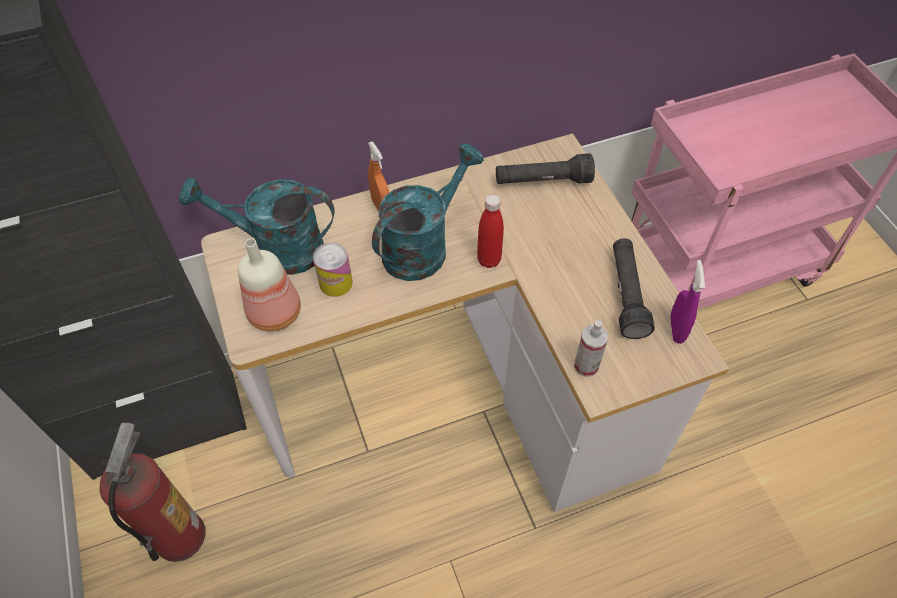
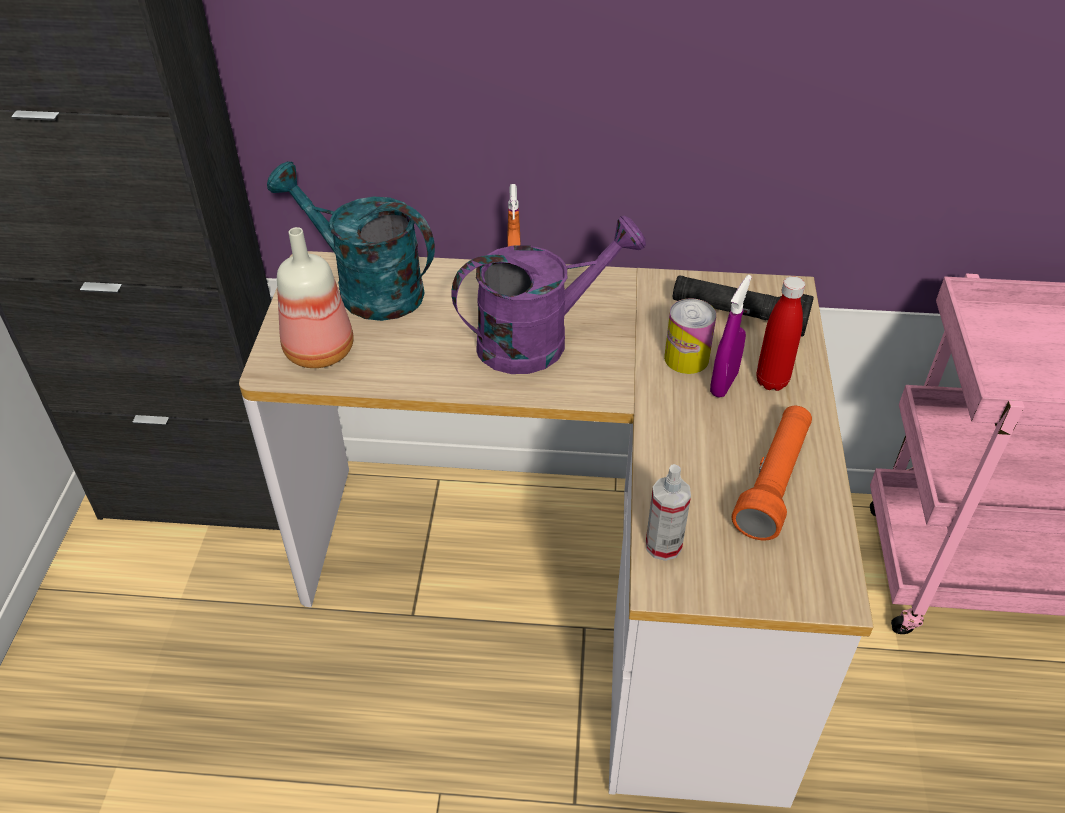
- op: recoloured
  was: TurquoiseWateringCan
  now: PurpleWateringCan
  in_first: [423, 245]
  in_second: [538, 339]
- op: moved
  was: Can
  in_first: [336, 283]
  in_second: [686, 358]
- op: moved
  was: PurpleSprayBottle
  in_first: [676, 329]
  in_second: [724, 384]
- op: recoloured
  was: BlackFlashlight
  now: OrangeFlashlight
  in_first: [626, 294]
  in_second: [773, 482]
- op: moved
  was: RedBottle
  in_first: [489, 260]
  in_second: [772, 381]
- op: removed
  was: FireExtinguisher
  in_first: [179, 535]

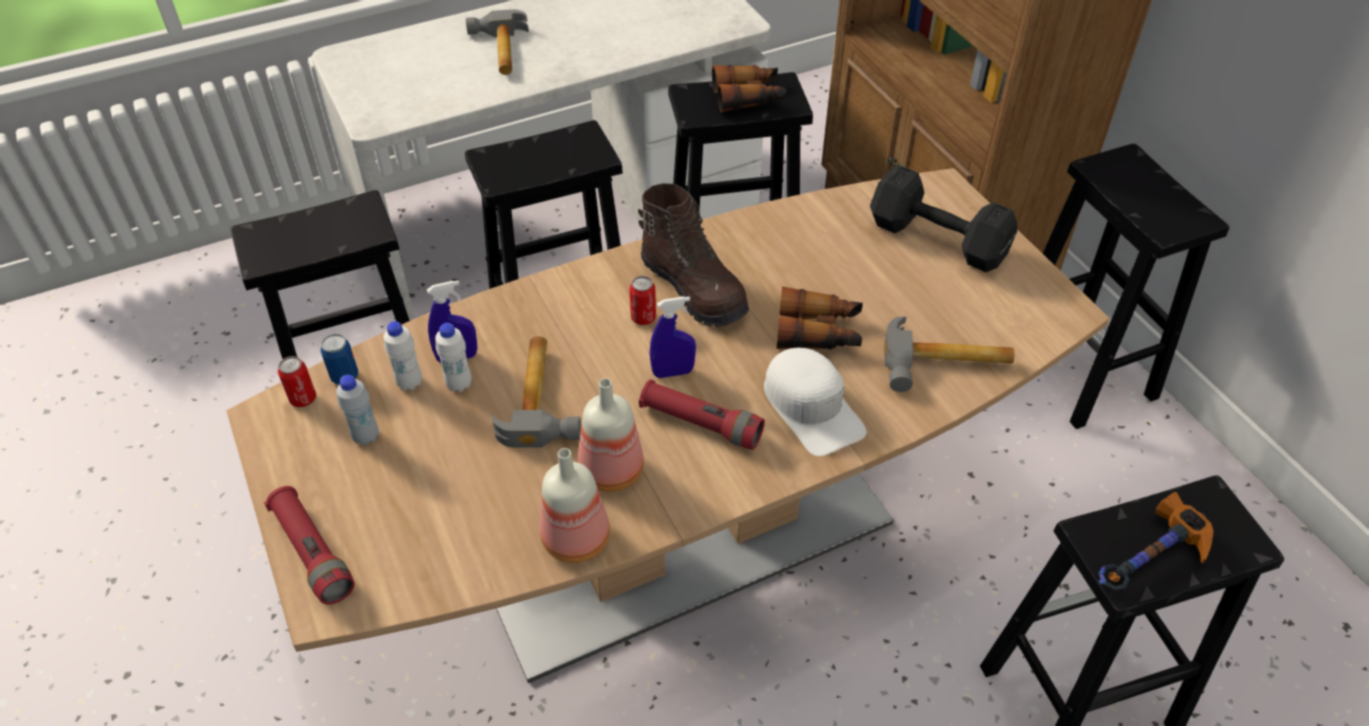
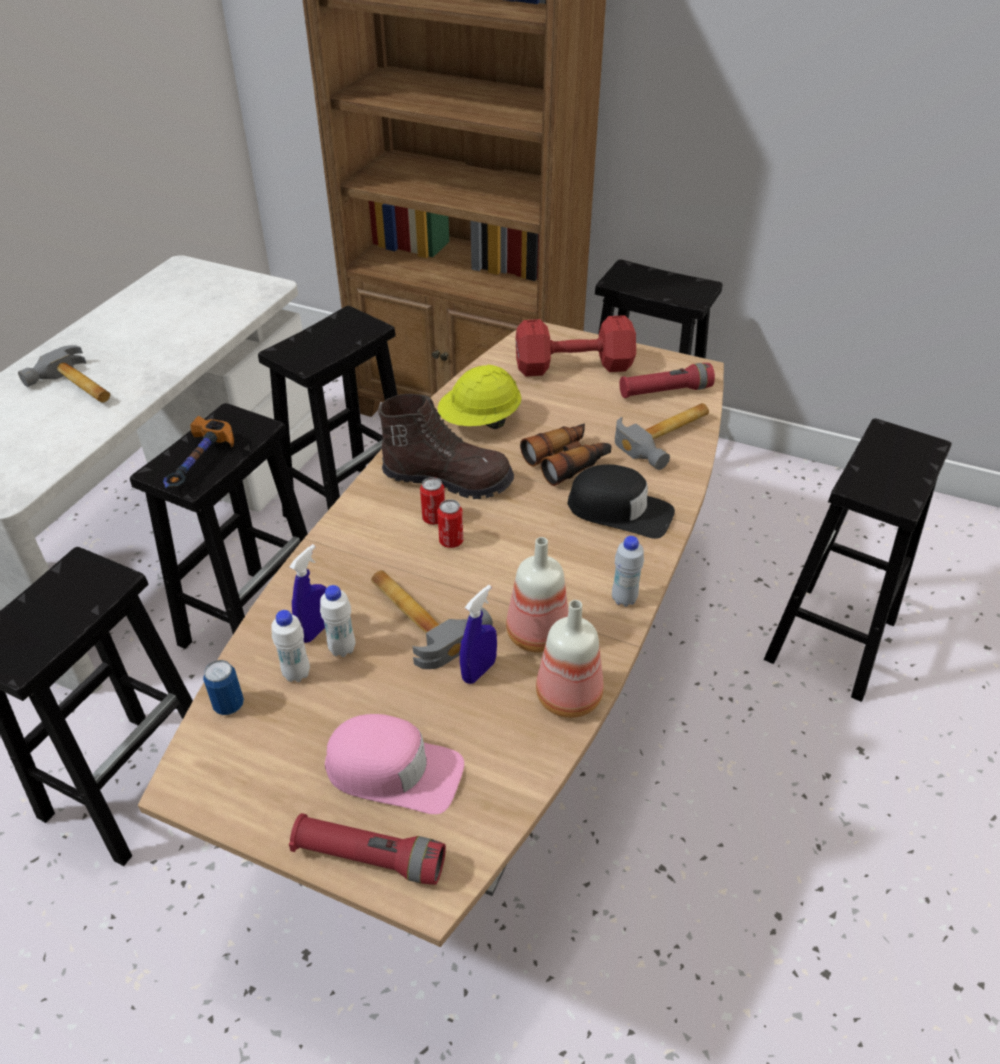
- op: moved
  was: Hammer
  in_first: [1148, 562]
  in_second: [200, 465]
- op: added
  now: PinkCap
  in_second: [394, 770]
- op: added
  now: YellowHardHat
  in_second: [480, 422]
- op: moved
  was: Can
  in_first: [303, 399]
  in_second: [451, 541]
- op: moved
  was: BlueSprayBottle
  in_first: [673, 372]
  in_second: [479, 671]
- op: recoloured
  was: BlackDumbbell
  now: RedDumbbell
  in_first: [935, 238]
  in_second: [571, 366]
- op: recoloured
  was: WhiteCap
  now: BlackCap
  in_first: [811, 408]
  in_second: [620, 510]
- op: moved
  was: WhiteBottle
  in_first: [366, 437]
  in_second: [624, 599]
- op: moved
  was: RedFlashlight
  in_first: [701, 424]
  in_second: [665, 392]
- op: removed
  was: Binoculars
  in_first: [748, 97]

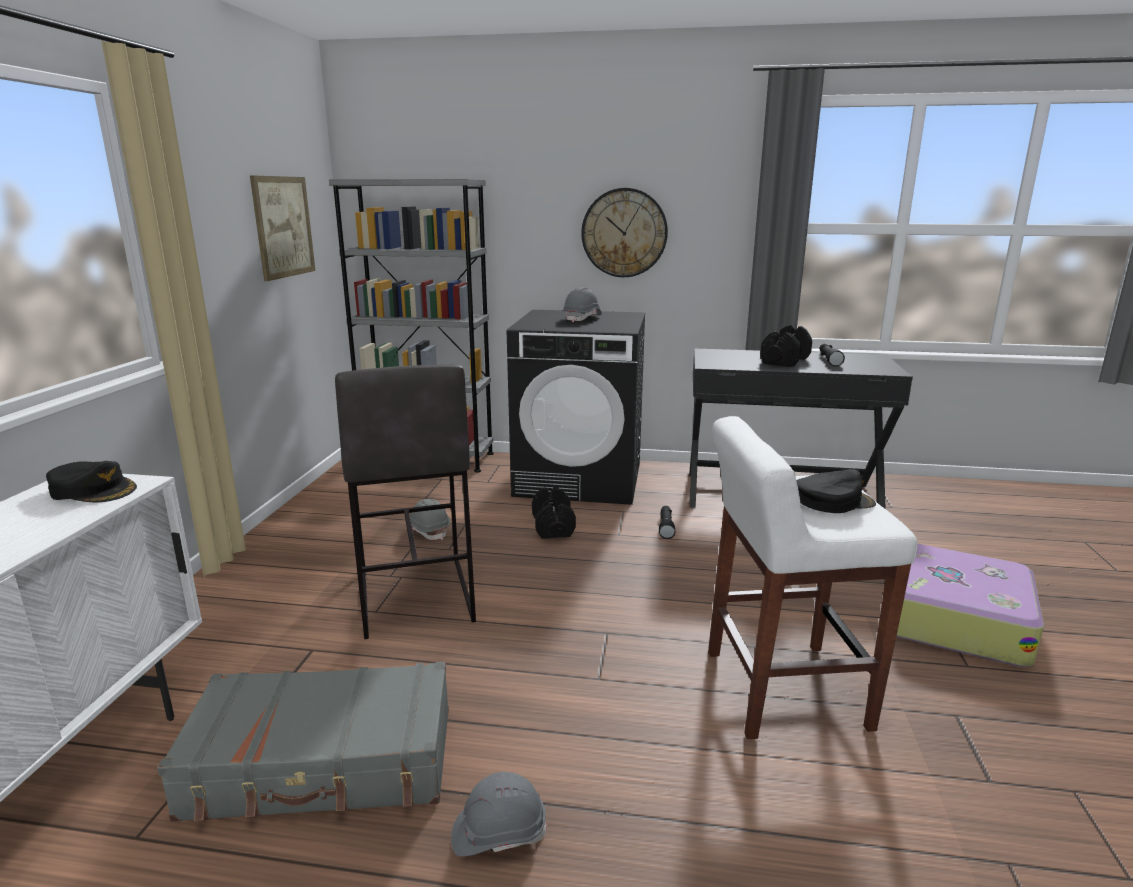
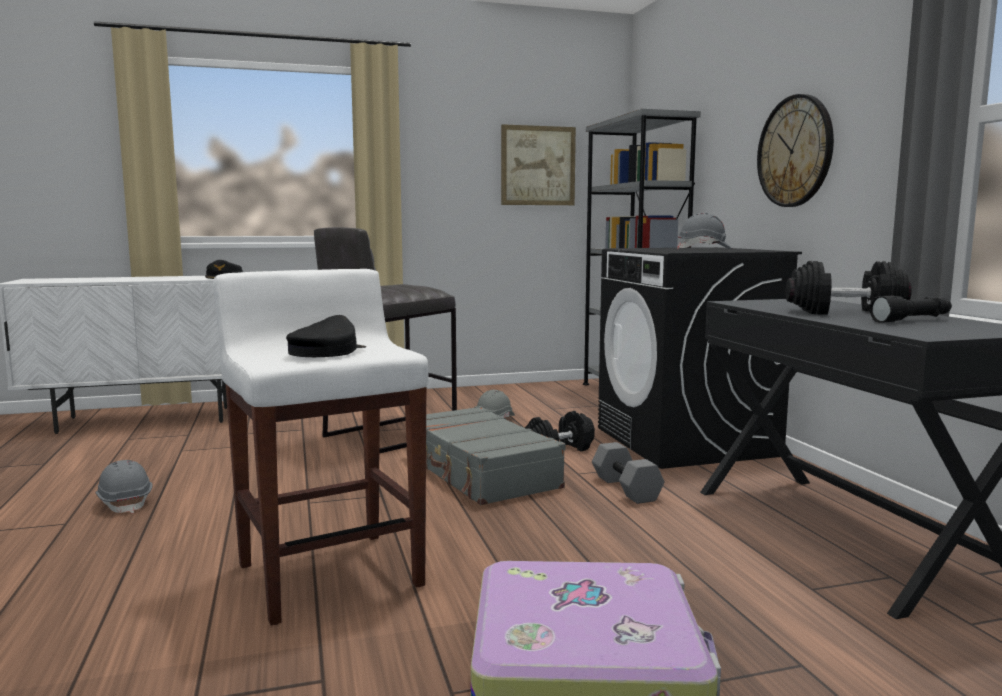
- op: turned
  was: BlackCap
  in_first: [833, 501]
  in_second: [326, 352]
  clockwise: -120
- op: moved
  was: GreySuitcase
  in_first: [323, 763]
  in_second: [479, 472]
- op: replaced
  was: BlackFlashlight
  now: GreyDumbbell
  in_first: [666, 527]
  in_second: [627, 488]

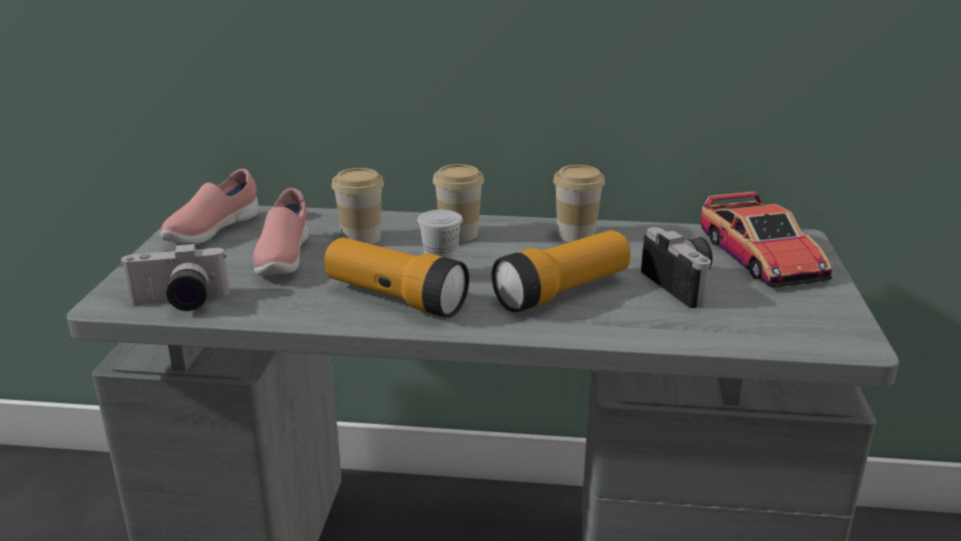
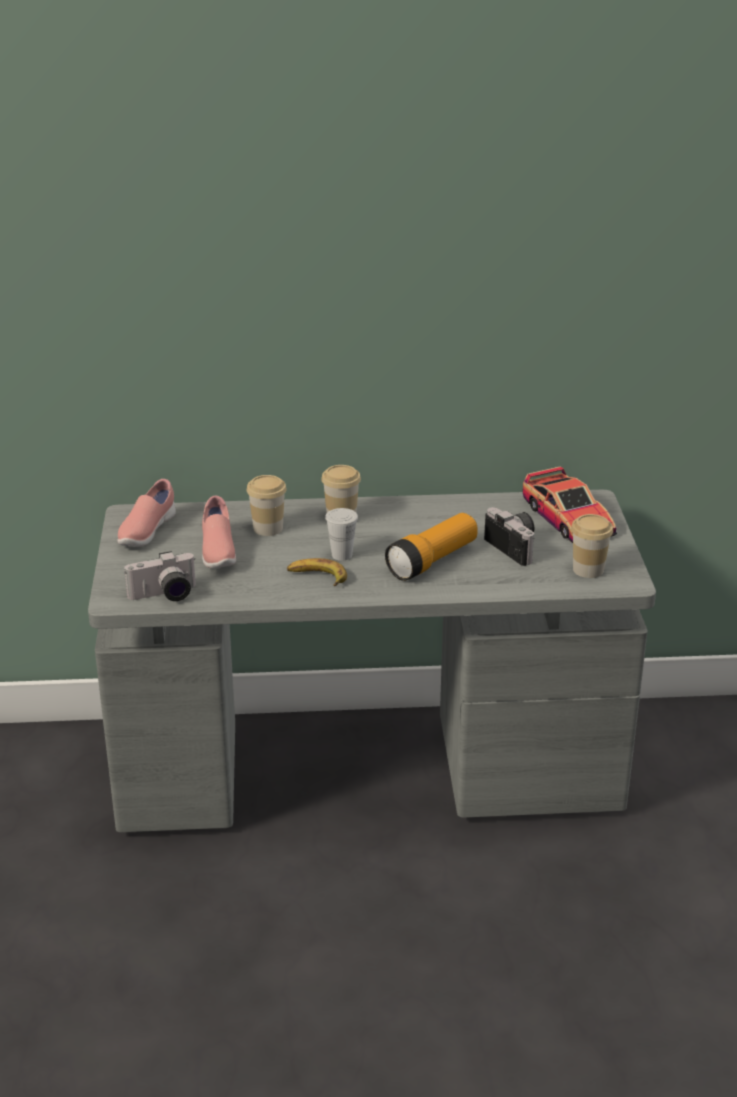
- op: replaced
  was: Flashlight
  now: Banana
  in_first: [395, 298]
  in_second: [317, 577]
- op: moved
  was: Cup
  in_first: [576, 235]
  in_second: [588, 569]

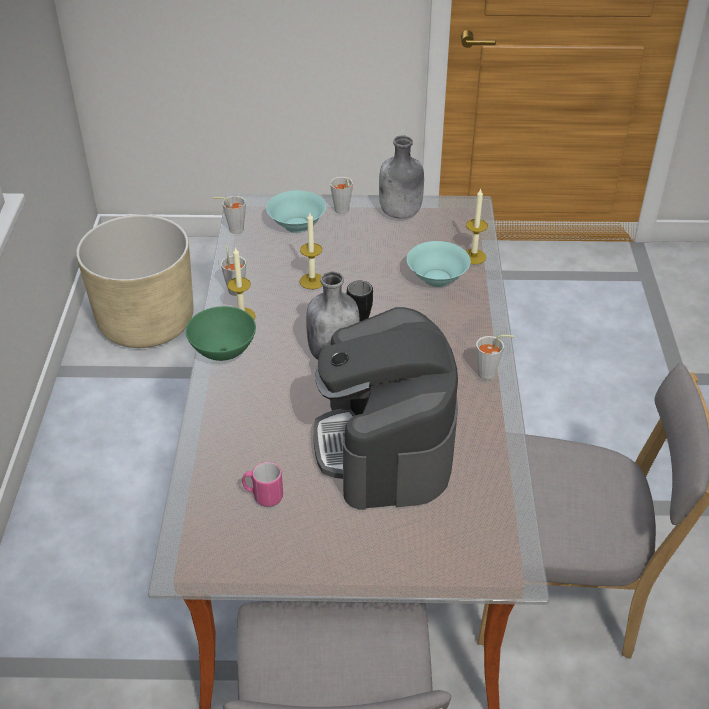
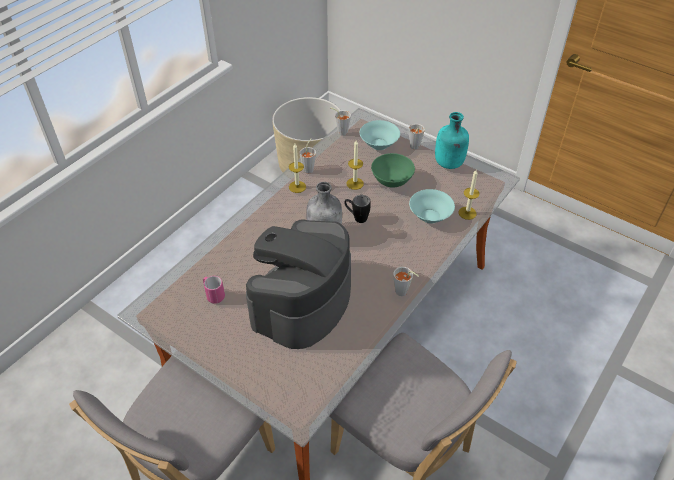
- op: moved
  was: GreenBowl
  in_first: [223, 353]
  in_second: [391, 182]
- op: recoloured
  was: GreyBottle
  now: TurquoiseBottle
  in_first: [400, 213]
  in_second: [448, 164]

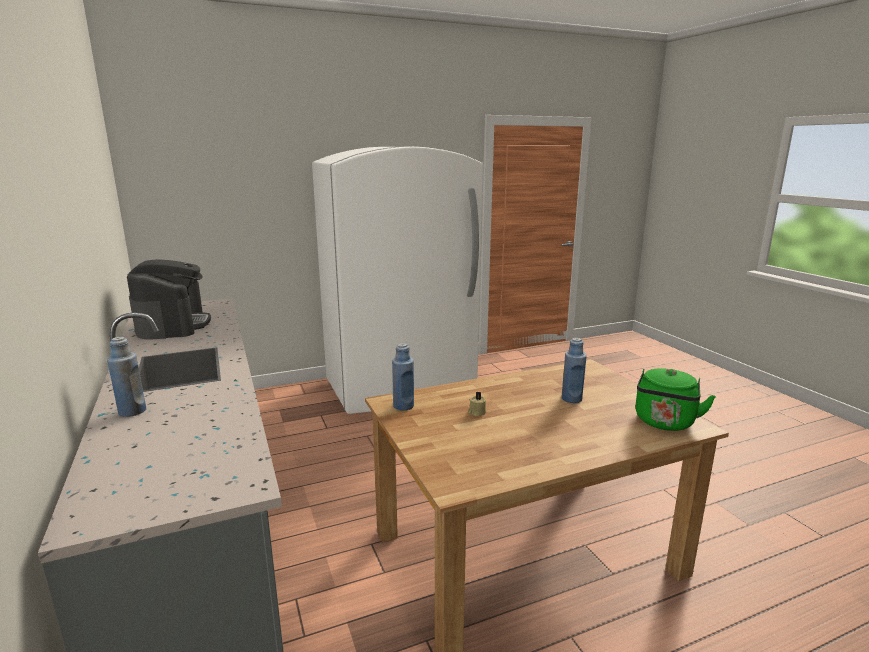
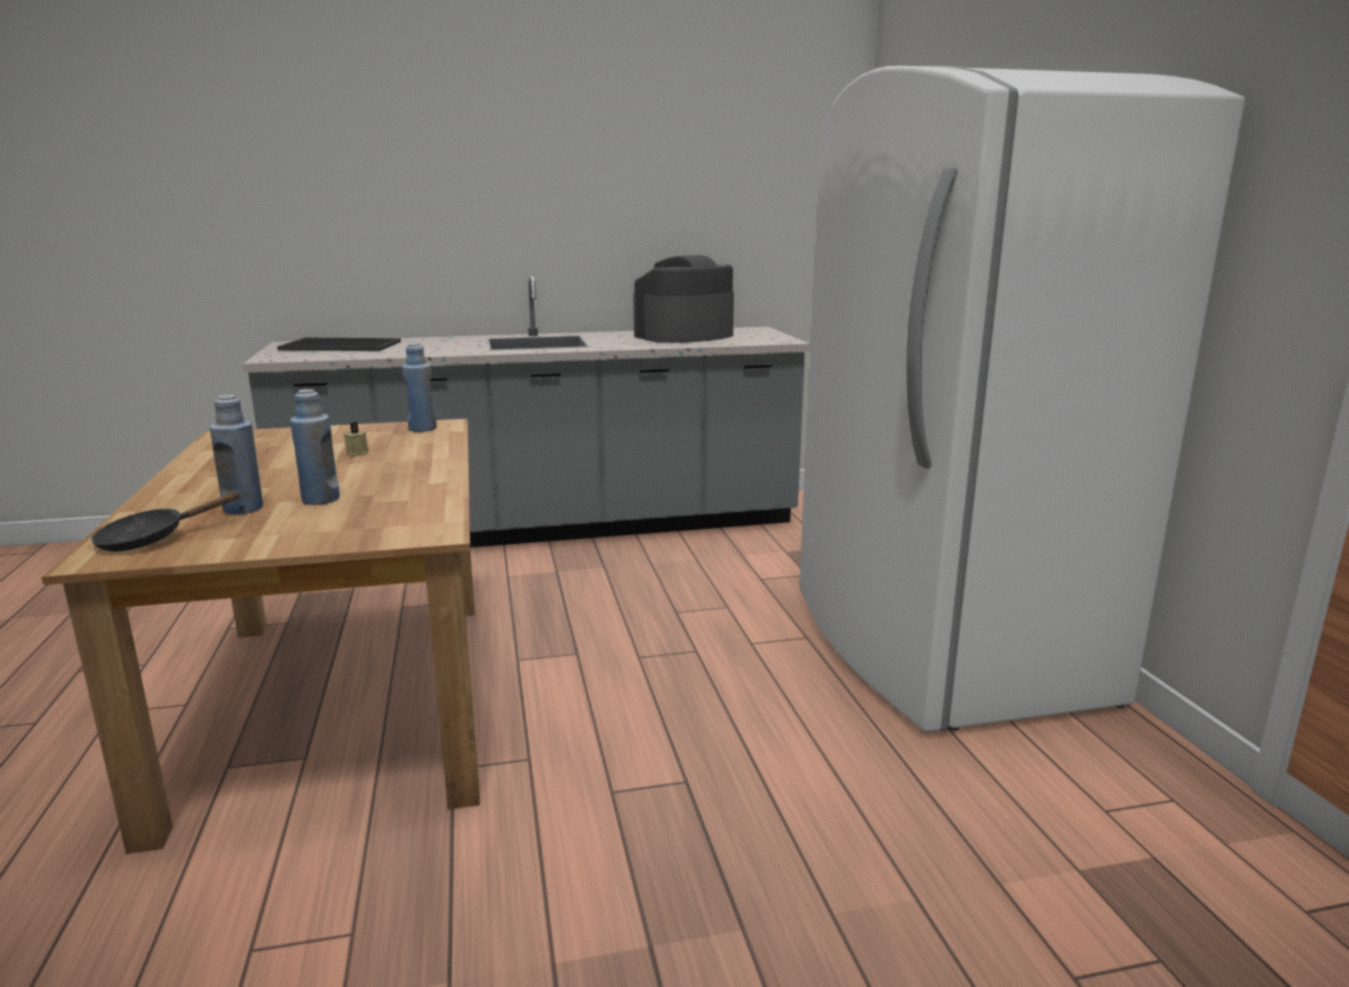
- op: replaced
  was: GreenKettle
  now: BlackFryingPan
  in_first: [664, 423]
  in_second: [151, 539]
- op: moved
  was: BlueBottle
  in_first: [132, 411]
  in_second: [243, 509]
- op: added
  now: Tray
  in_second: [339, 346]
- op: turned
  was: CoffeeMachine
  in_first: [173, 325]
  in_second: [684, 336]
  clockwise: 150

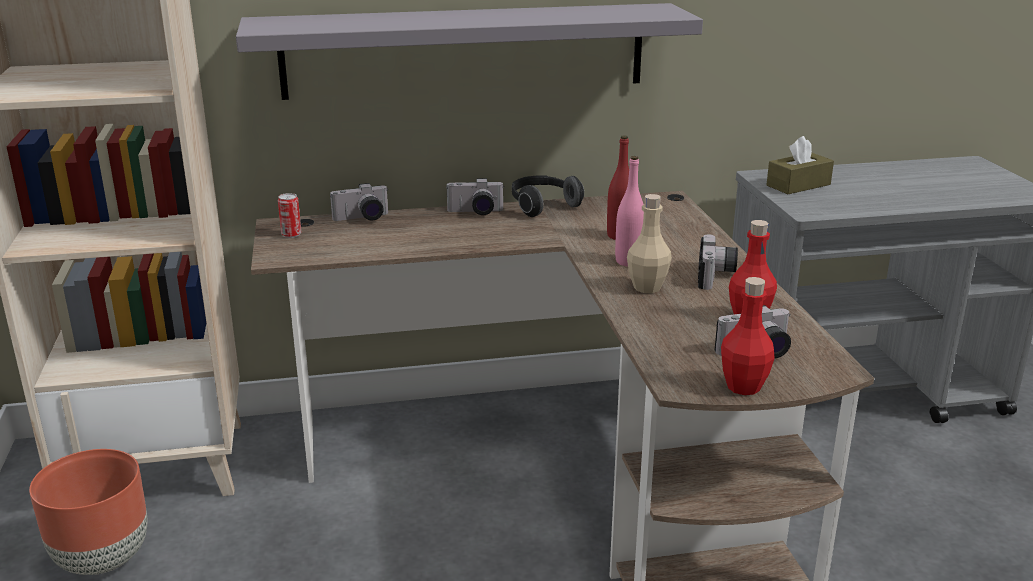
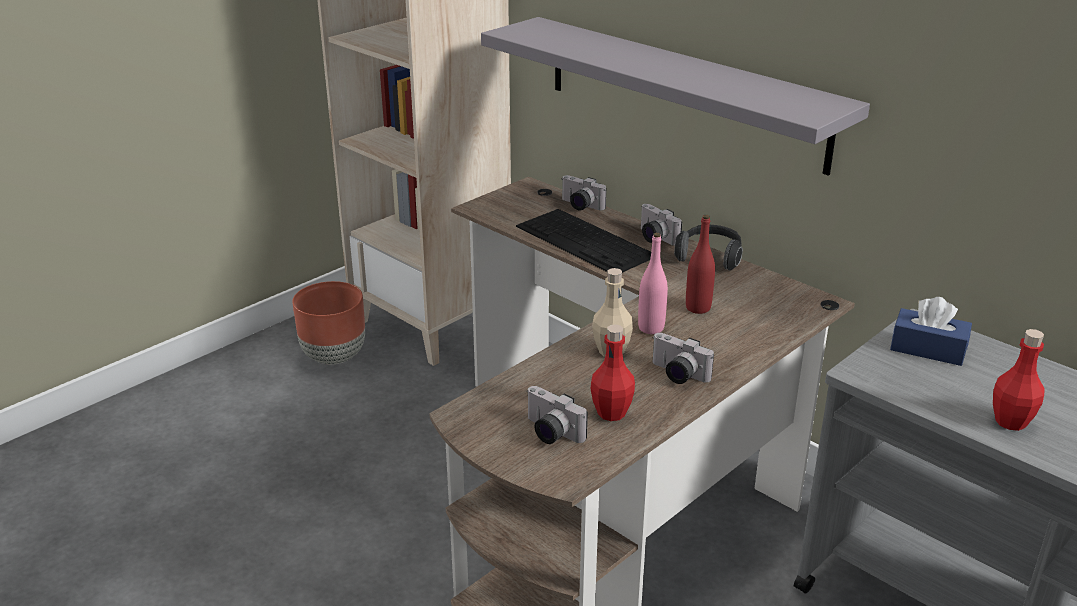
- op: added
  now: Keyboard
  in_second: [586, 241]
- op: turned
  was: PhotoCamera
  in_first: [716, 276]
  in_second: [676, 375]
  clockwise: 60
- op: recoloured
  was: BrownTissueBox
  now: BlueTissueBox
  in_first: [798, 185]
  in_second: [928, 349]
- op: moved
  was: RedBottle
  in_first: [743, 387]
  in_second: [1010, 422]
- op: removed
  was: Can
  in_first: [291, 235]

